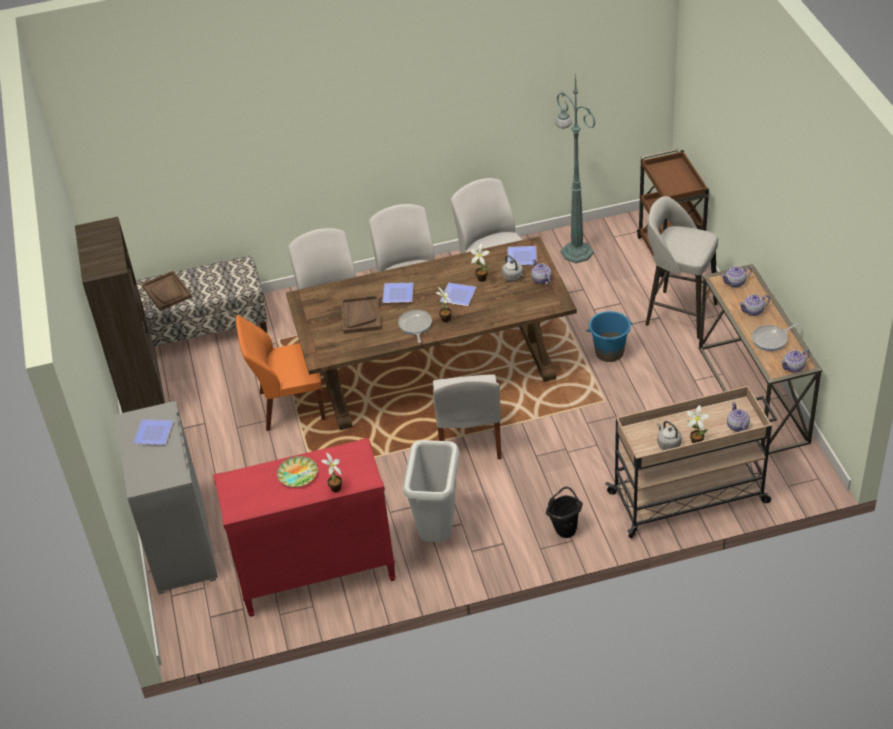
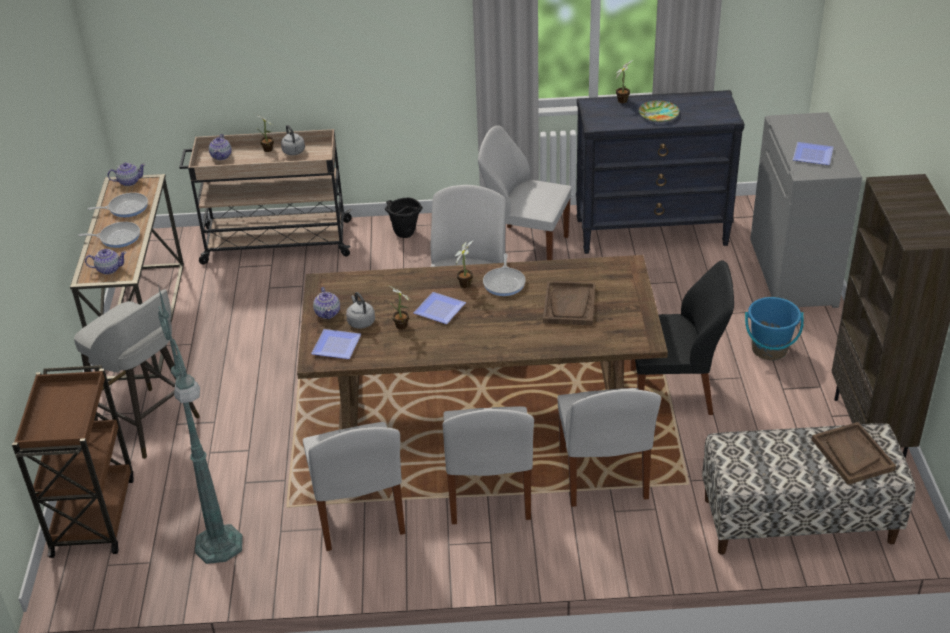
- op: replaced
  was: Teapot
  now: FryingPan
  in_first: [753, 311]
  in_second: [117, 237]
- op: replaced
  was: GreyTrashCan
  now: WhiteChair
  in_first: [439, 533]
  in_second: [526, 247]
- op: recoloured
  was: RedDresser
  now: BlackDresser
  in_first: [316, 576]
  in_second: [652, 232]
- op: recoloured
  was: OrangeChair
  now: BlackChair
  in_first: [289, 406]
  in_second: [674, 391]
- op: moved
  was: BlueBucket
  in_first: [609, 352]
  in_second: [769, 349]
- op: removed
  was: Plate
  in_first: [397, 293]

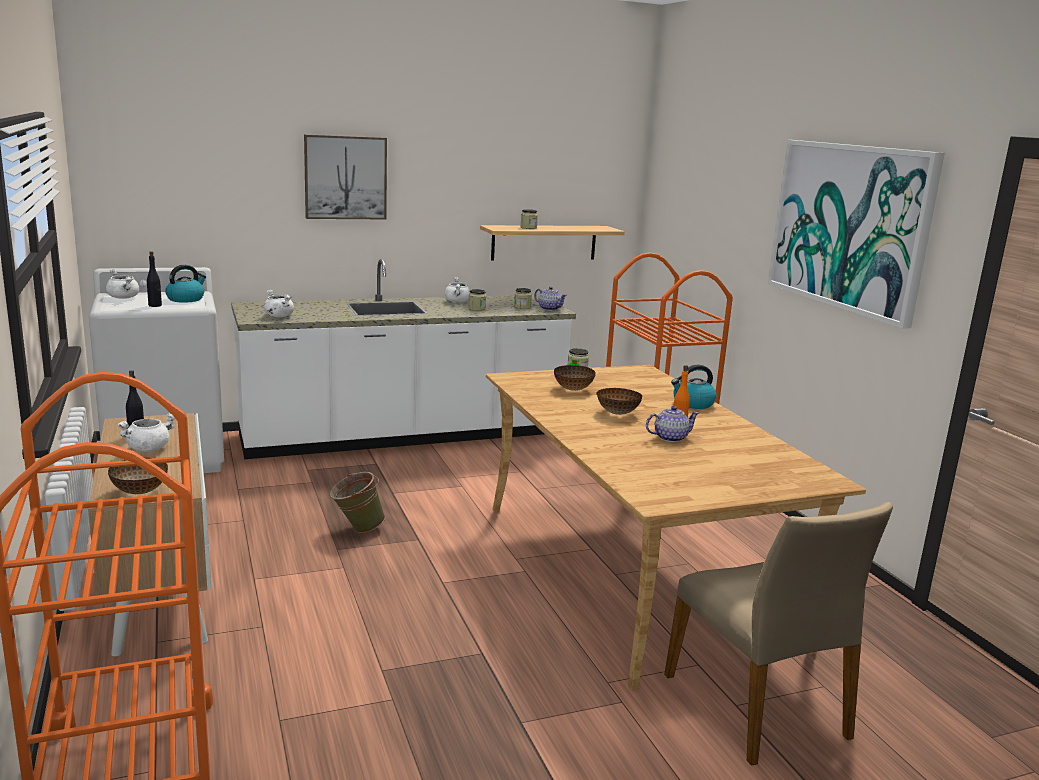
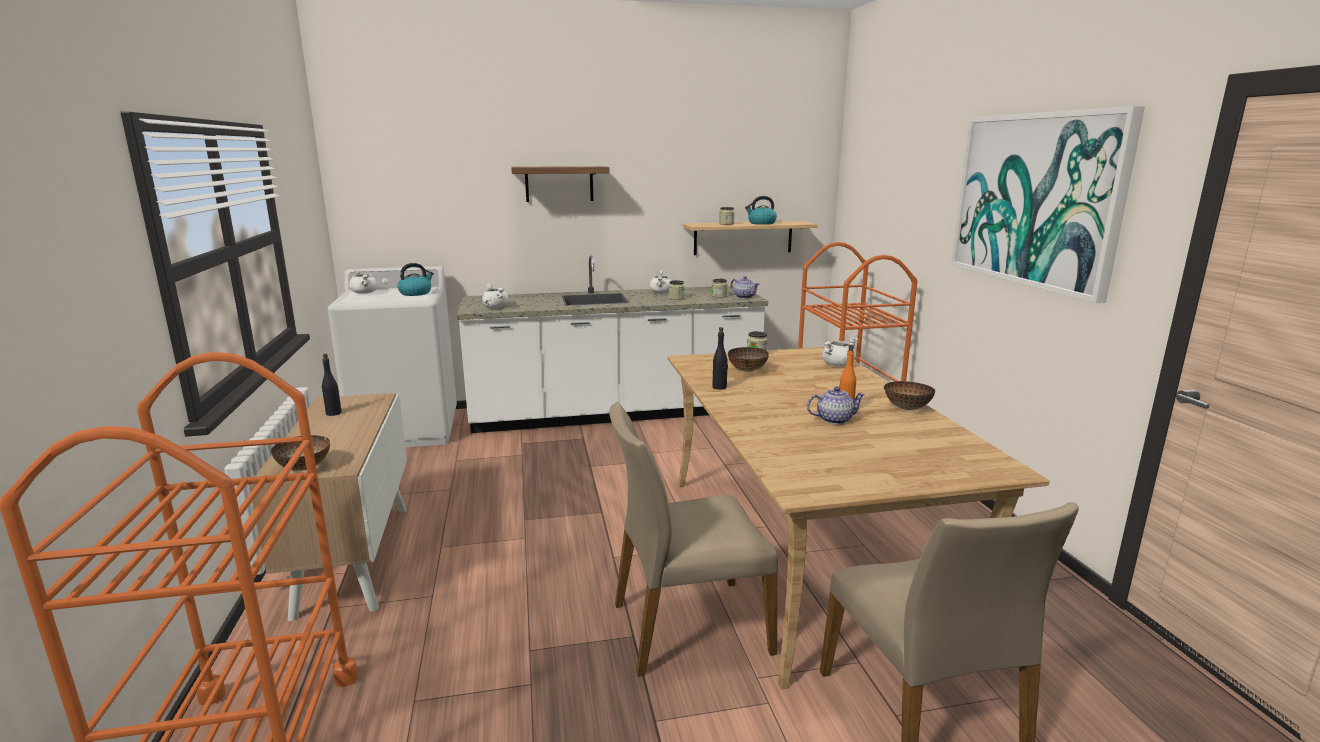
- op: replaced
  was: Picture
  now: Shelf
  in_first: [345, 177]
  in_second: [559, 184]
- op: added
  now: BeigeChair
  in_second: [688, 626]
- op: moved
  was: BlackBottle
  in_first: [155, 305]
  in_second: [719, 387]
- op: moved
  was: Kettle
  in_first: [692, 404]
  in_second: [761, 223]
- op: moved
  was: WhiteCookingPot
  in_first: [148, 448]
  in_second: [837, 364]
- op: moved
  was: Bowl
  in_first: [618, 413]
  in_second: [907, 408]
- op: removed
  was: GreenBucket
  in_first: [356, 529]

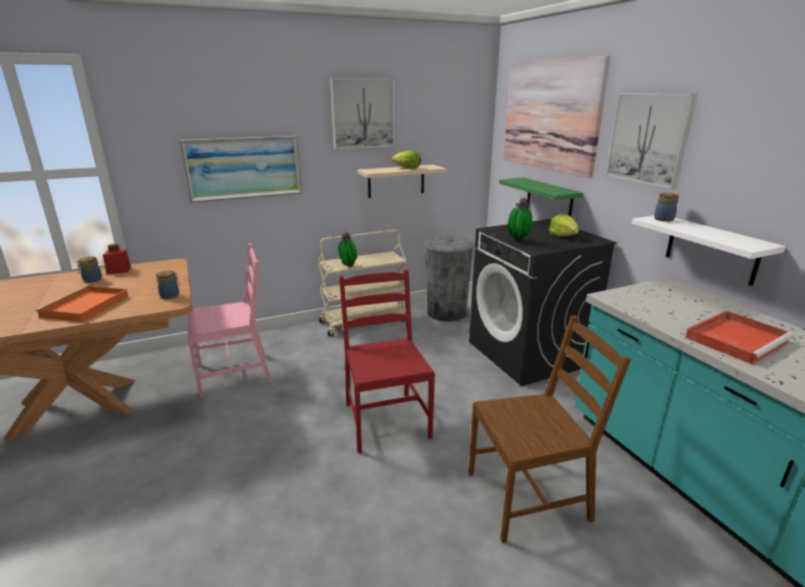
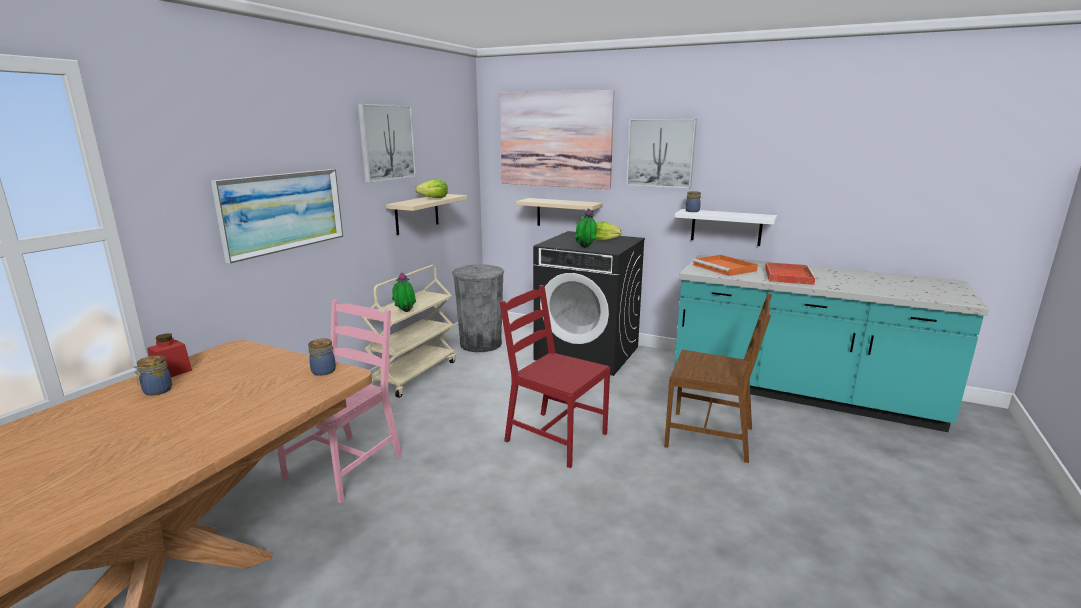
- op: recoloured
  was: GreenShelf
  now: BeigeShelf
  in_first: [549, 199]
  in_second: [564, 214]
- op: turned
  was: BrownChair
  in_first: [529, 496]
  in_second: [710, 436]
  clockwise: 75
- op: moved
  was: OrangeTray
  in_first: [84, 307]
  in_second: [725, 268]

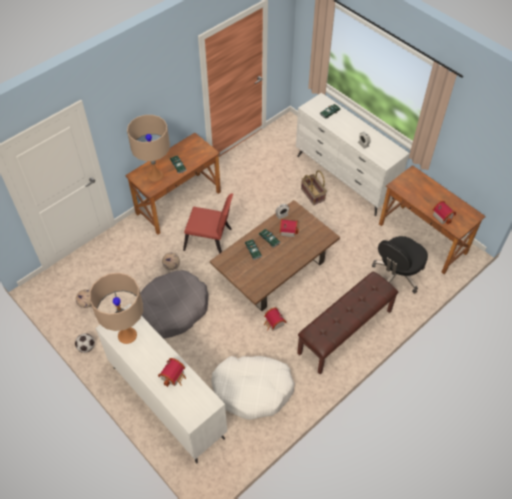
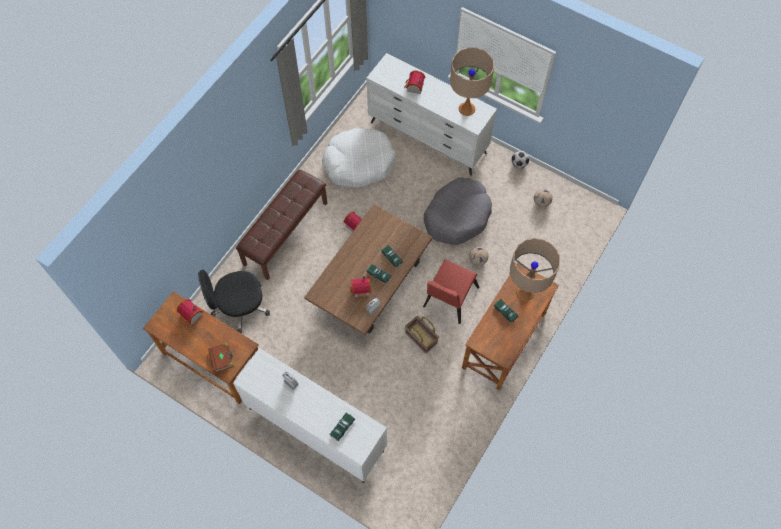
- op: turned
  was: BlackOfficeChair
  in_first: [397, 274]
  in_second: [239, 307]
  clockwise: -135
- op: added
  now: BrownBook
  in_second: [222, 359]
- op: moved
  was: Basket
  in_first: [313, 194]
  in_second: [420, 338]
- op: turned
  was: RedChair
  in_first: [211, 241]
  in_second: [448, 299]
  clockwise: -60

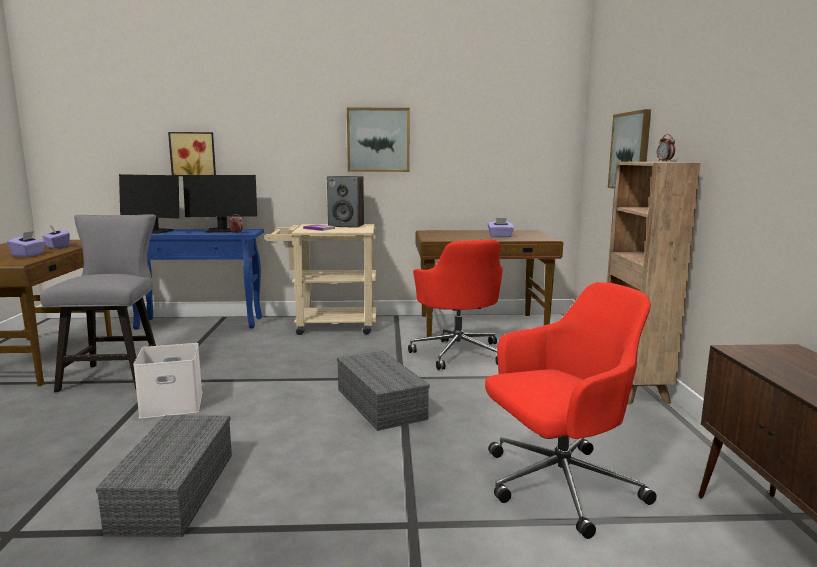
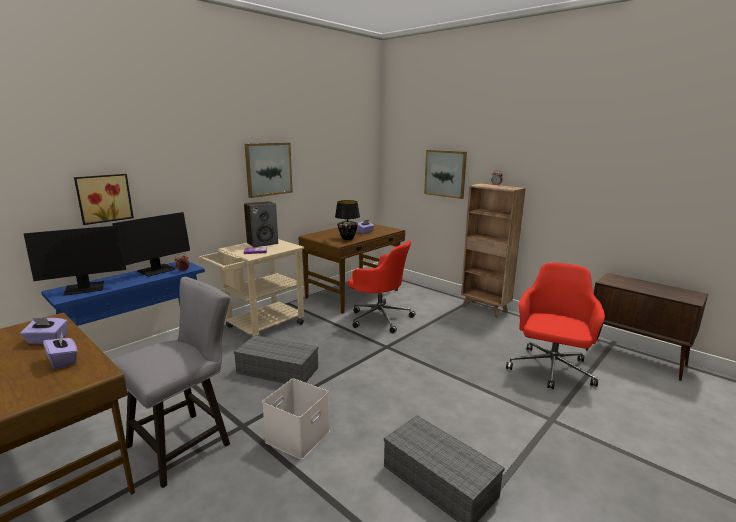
- op: turned
  was: GreyChair
  in_first: [116, 374]
  in_second: [186, 442]
  clockwise: 90
- op: moved
  was: GreyStorageBox
  in_first: [378, 403]
  in_second: [276, 371]
- op: added
  now: BlackTableLamp
  in_second: [347, 238]

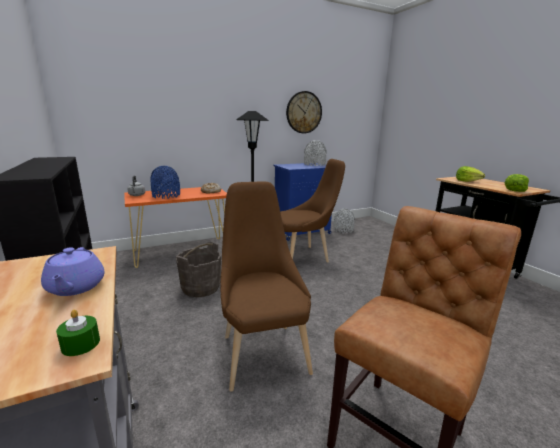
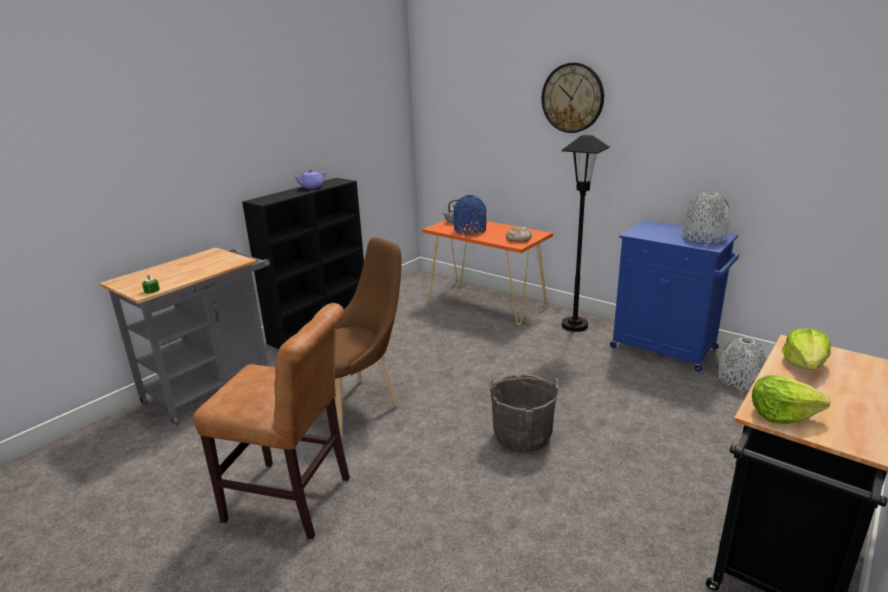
- op: moved
  was: PurpleTeapot
  in_first: [75, 287]
  in_second: [311, 187]
- op: moved
  was: GreyBucket
  in_first: [200, 287]
  in_second: [522, 435]
- op: moved
  was: WallClock
  in_first: [304, 112]
  in_second: [572, 98]
- op: removed
  was: BrownChair
  in_first: [304, 256]

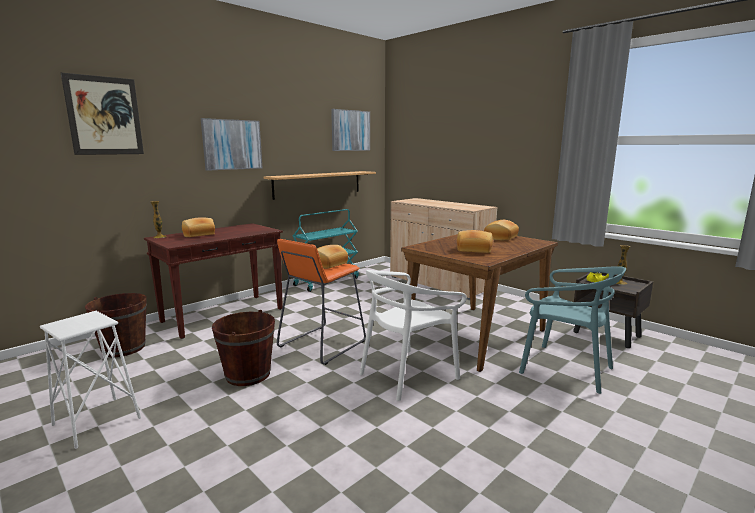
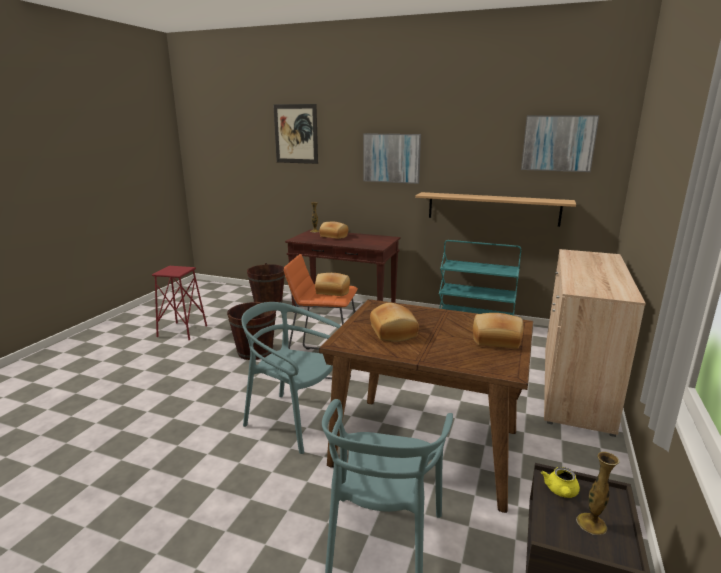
- op: recoloured
  was: WhiteStool
  now: RedStool
  in_first: [96, 421]
  in_second: [182, 331]
- op: recoloured
  was: WhiteChair
  now: TurquoiseChair
  in_first: [407, 374]
  in_second: [294, 420]

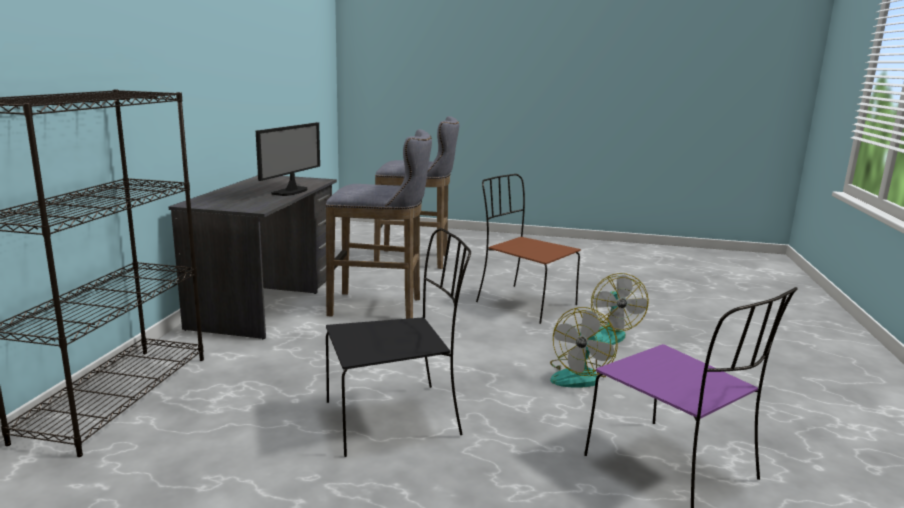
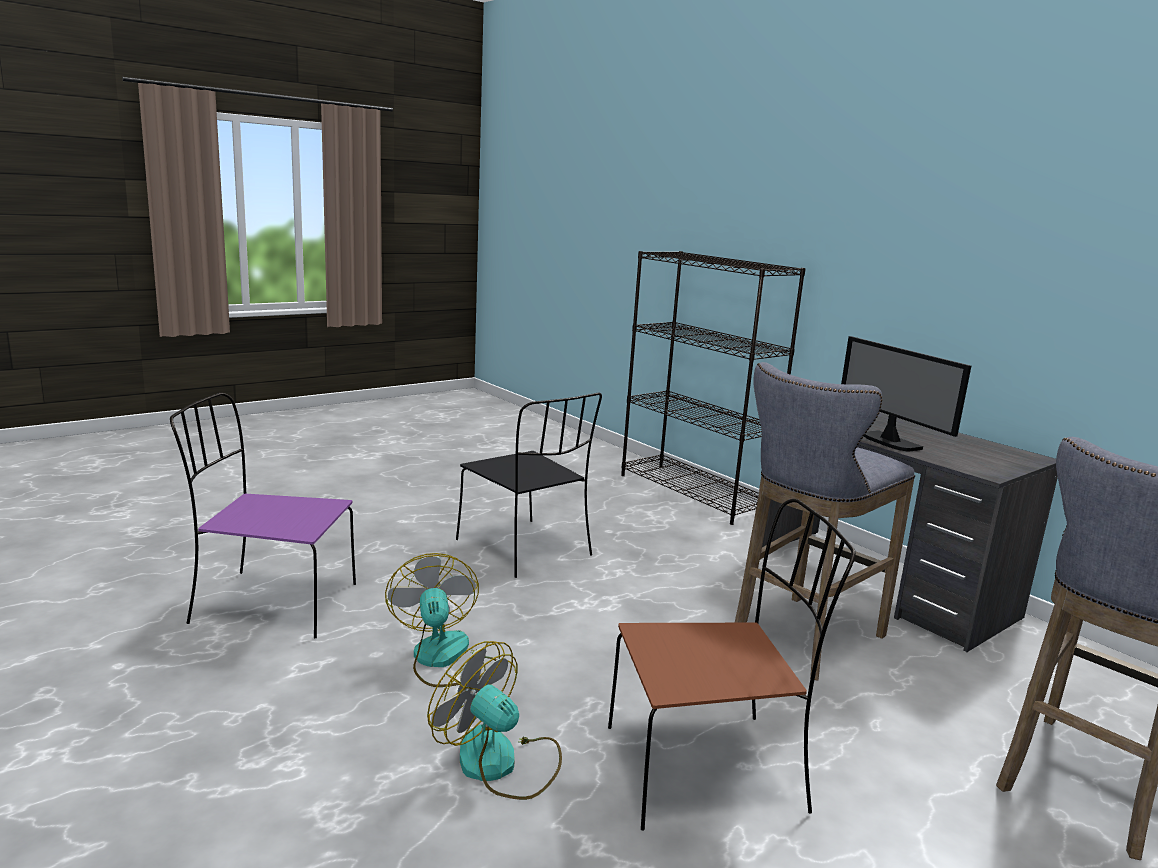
- op: turned
  was: BlackChair
  in_first: [395, 418]
  in_second: [526, 549]
  clockwise: -60

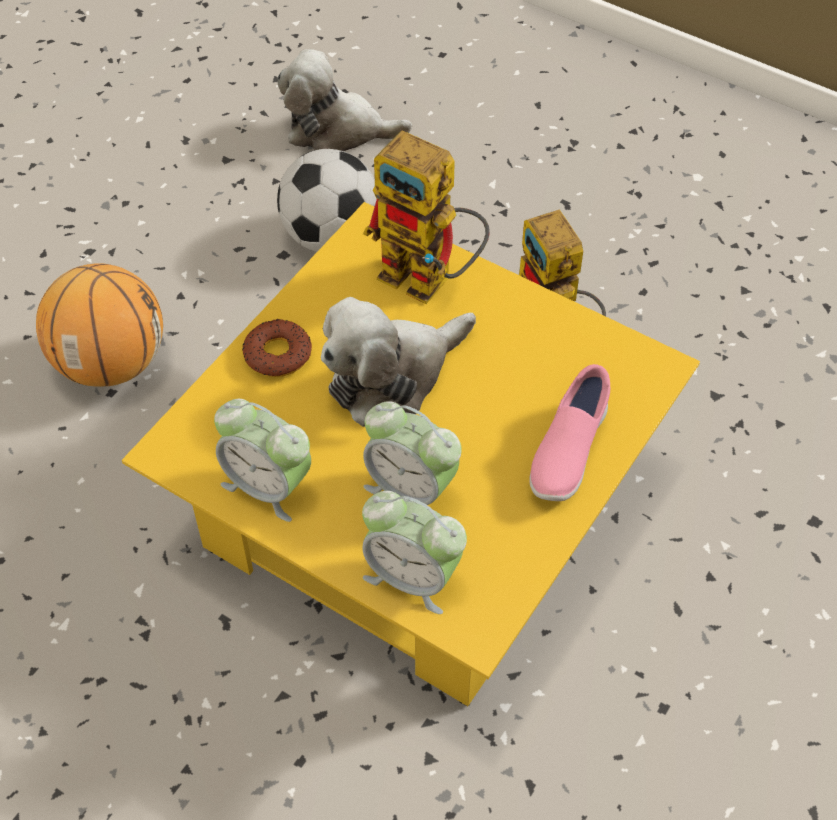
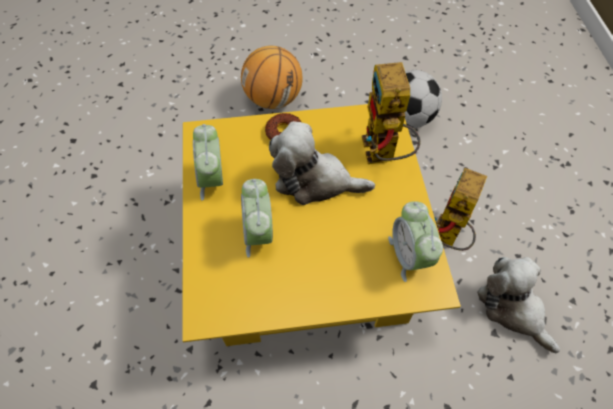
- op: moved
  was: AlarmClock
  in_first: [412, 577]
  in_second: [409, 256]
- op: moved
  was: PlushToy
  in_first: [337, 130]
  in_second: [512, 308]
- op: removed
  was: PinkShoe
  in_first: [567, 451]

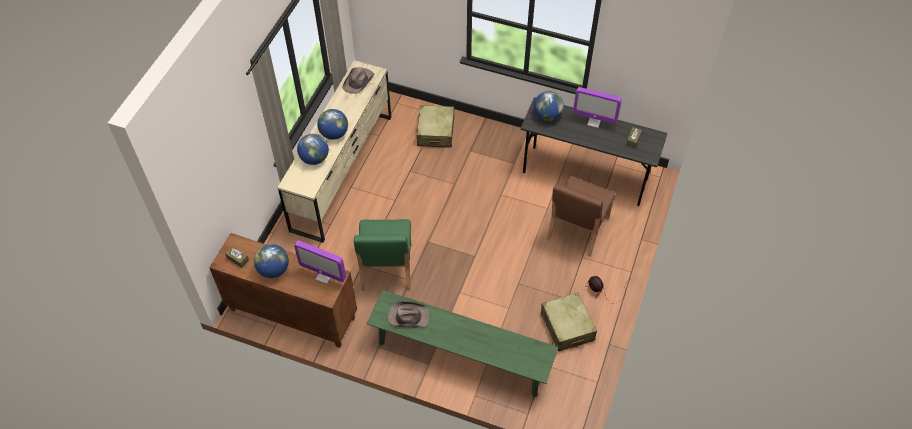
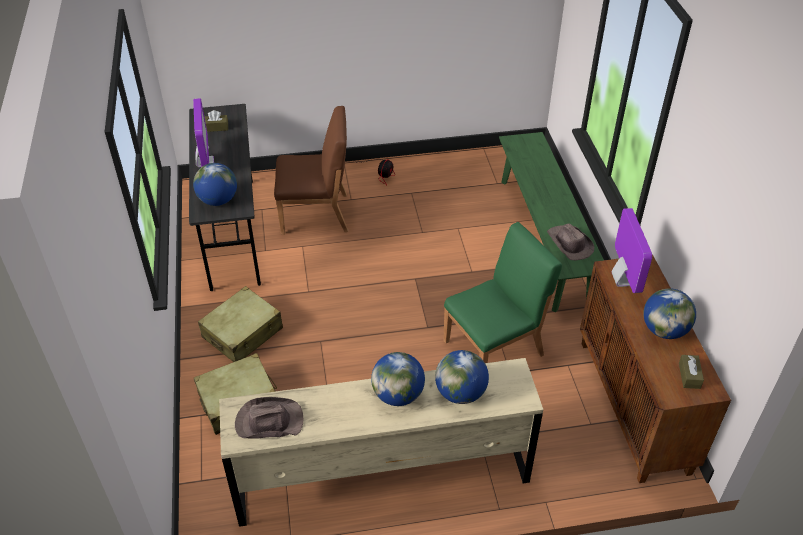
- op: moved
  was: BeigeSuitcase
  in_first: [567, 327]
  in_second: [243, 333]

